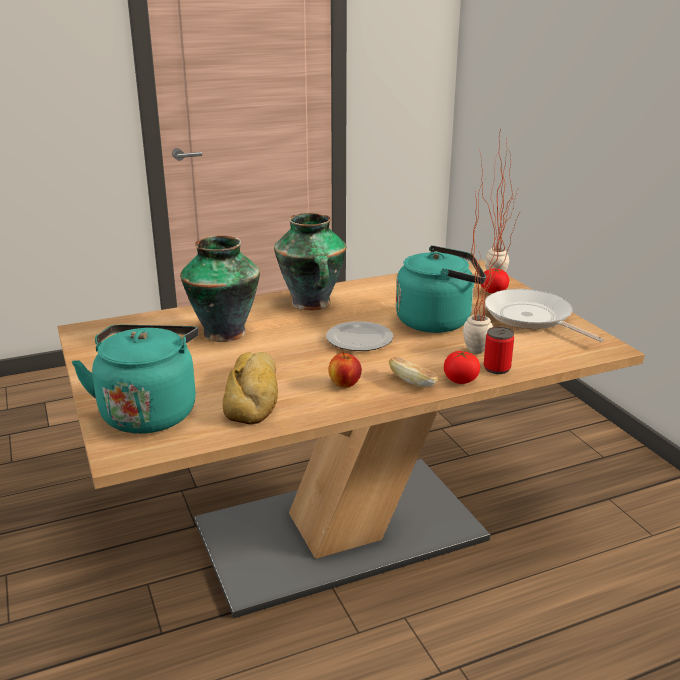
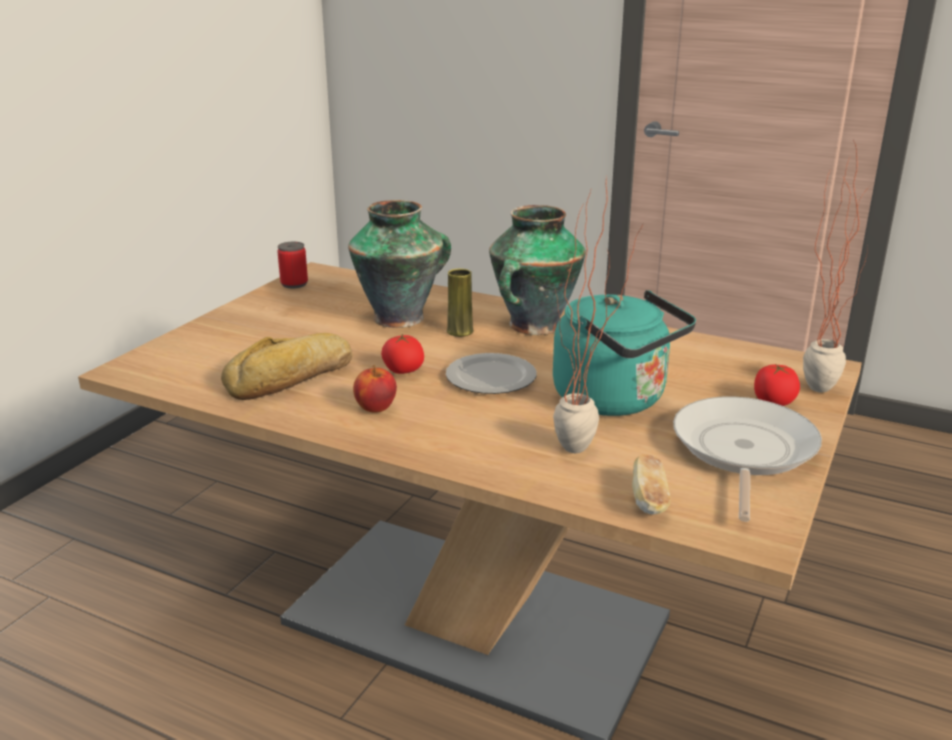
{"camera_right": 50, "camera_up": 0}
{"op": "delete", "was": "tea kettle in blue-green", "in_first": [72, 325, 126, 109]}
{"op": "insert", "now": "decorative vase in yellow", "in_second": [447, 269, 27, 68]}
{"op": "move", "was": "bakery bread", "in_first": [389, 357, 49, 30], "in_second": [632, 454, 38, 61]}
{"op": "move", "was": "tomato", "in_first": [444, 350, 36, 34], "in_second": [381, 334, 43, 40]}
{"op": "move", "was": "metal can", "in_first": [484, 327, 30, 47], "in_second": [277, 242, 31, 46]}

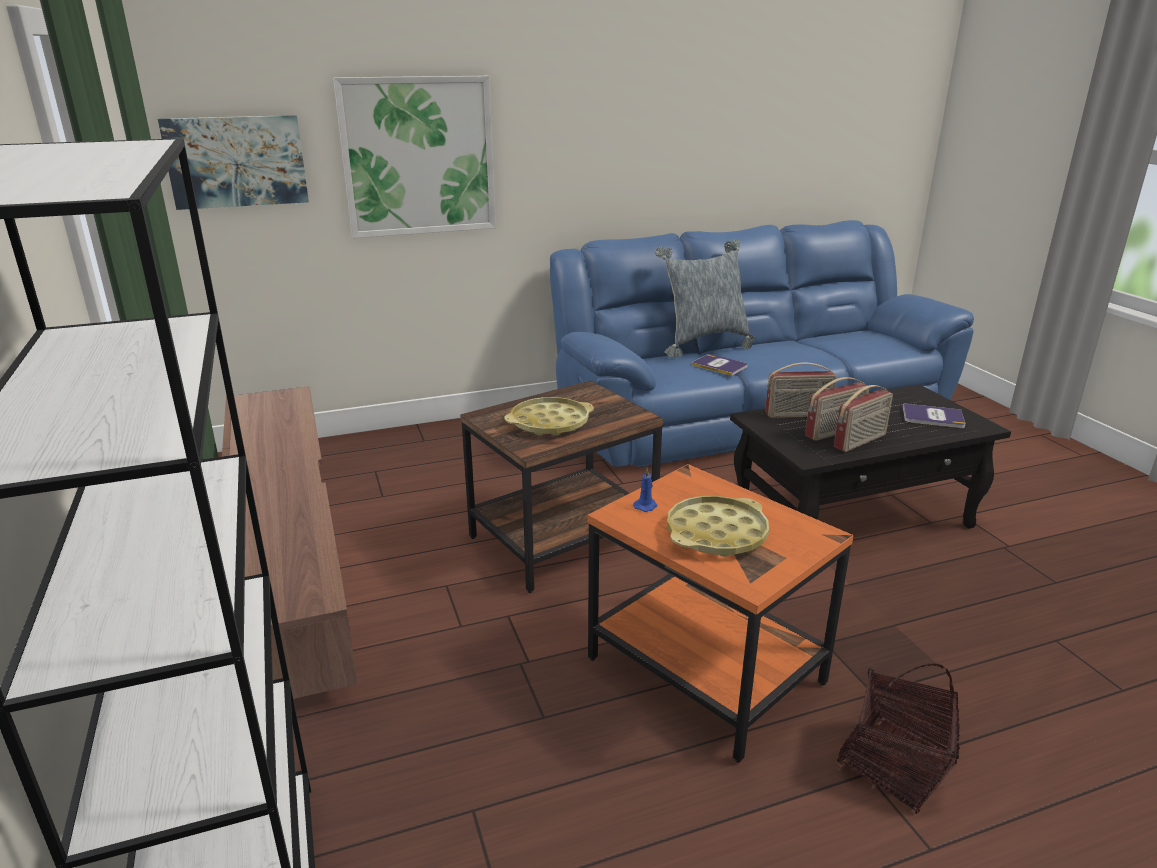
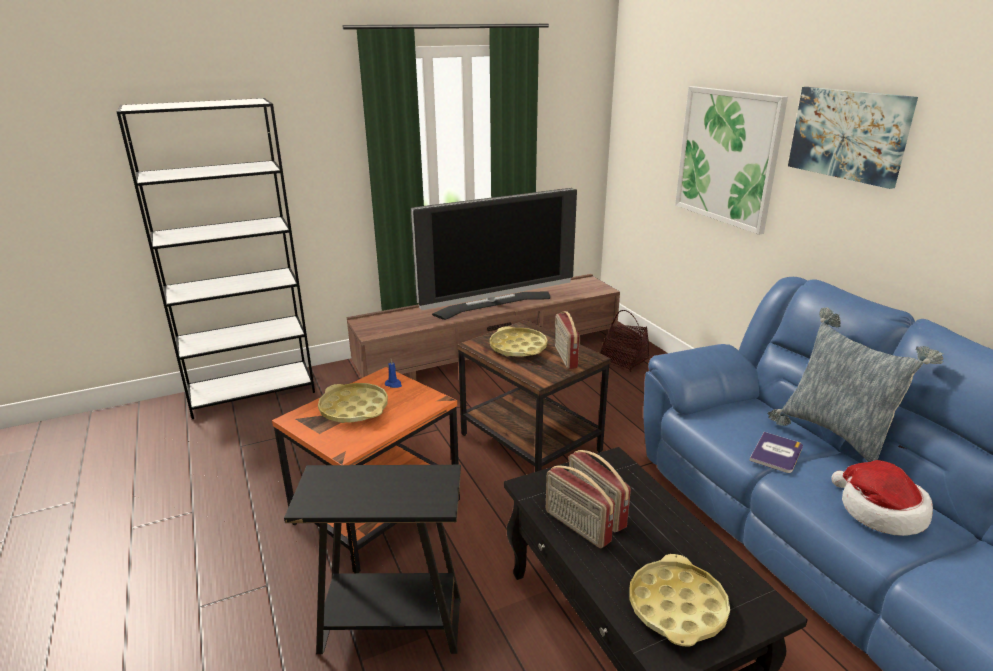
{"camera_right": 85, "camera_up": 0}
{"op": "insert", "now": "side table in black-coloured", "in_second": [284, 465, 177, 189]}
{"op": "insert", "now": "TV", "in_second": [410, 188, 167, 132]}
{"op": "insert", "now": "wearable hat", "in_second": [831, 460, 102, 76]}
{"op": "move", "was": "wall art", "in_first": [158, 115, 151, 95], "in_second": [788, 87, 130, 102]}
{"op": "move", "was": "radio receiver", "in_first": [765, 362, 71, 56], "in_second": [555, 311, 25, 58]}
{"op": "move", "was": "basket", "in_first": [837, 664, 123, 150], "in_second": [600, 310, 49, 62]}
{"op": "replace", "was": "bound book", "now": "tray in yellow", "in_first": [903, 403, 63, 25], "in_second": [629, 554, 101, 93]}

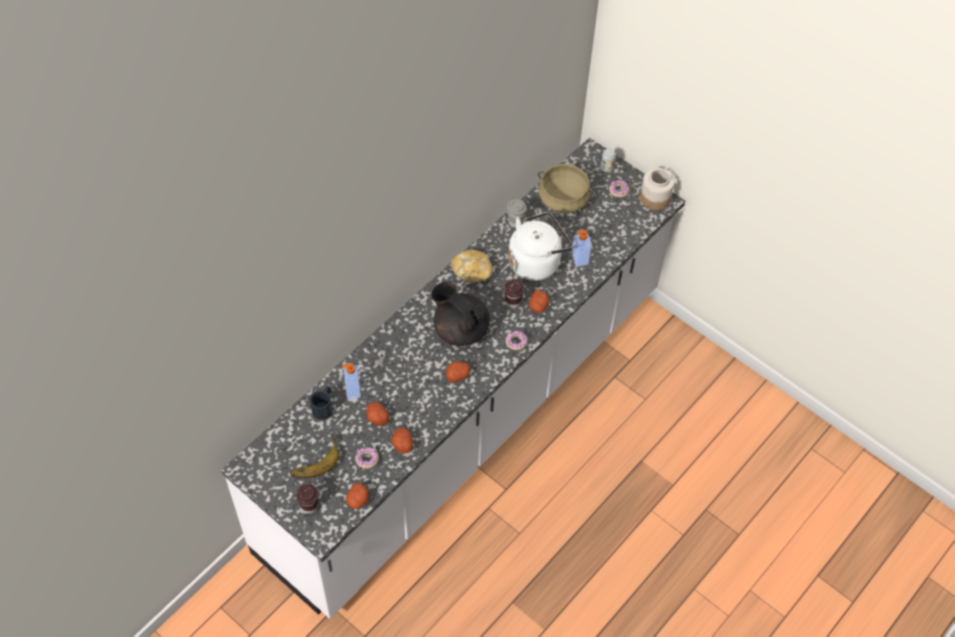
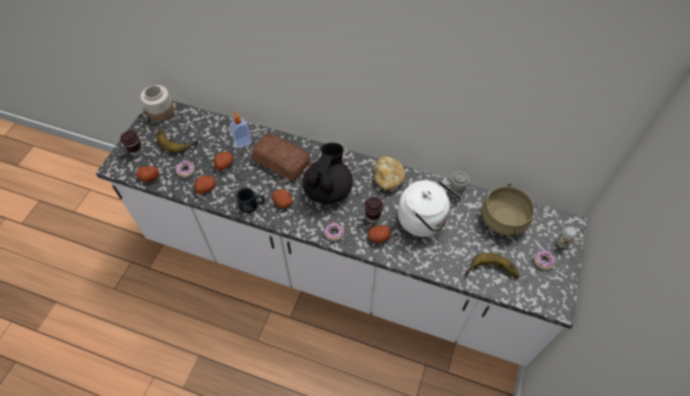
{"camera_right": 70, "camera_up": 0}
{"op": "delete", "was": "liquid soap bottle", "in_first": [572, 230, 19, 37]}
{"op": "insert", "now": "bakery bread", "in_second": [252, 134, 59, 47]}
{"op": "insert", "now": "banana", "in_second": [466, 253, 53, 25]}
{"op": "move", "was": "tea mug in black-coloured", "in_first": [310, 386, 23, 34], "in_second": [236, 188, 29, 25]}
{"op": "move", "was": "storage jar", "in_first": [640, 168, 35, 42], "in_second": [140, 85, 35, 37]}

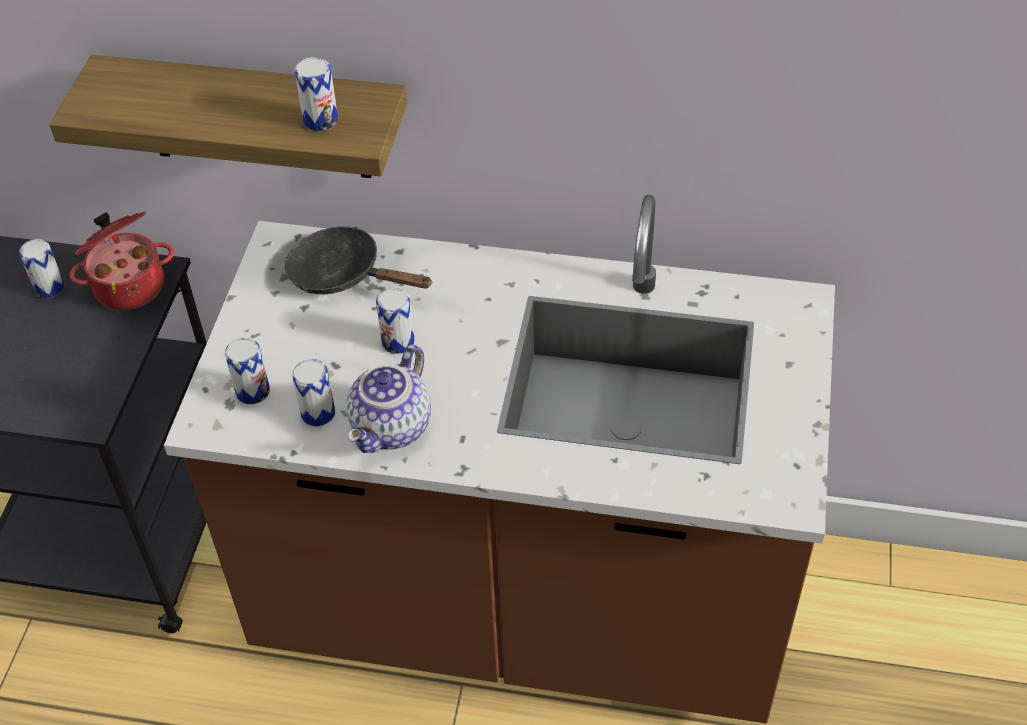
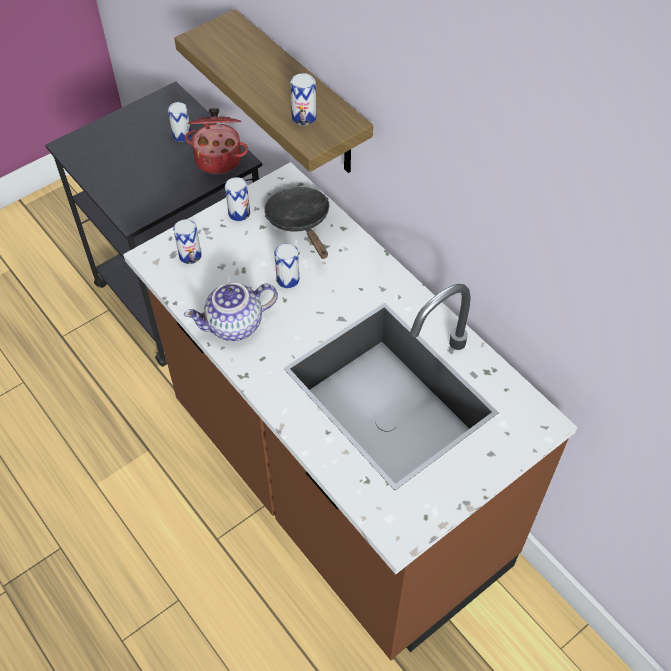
{"camera_right": 40, "camera_up": 5}
{"op": "move", "was": "metal can", "in_first": [292, 359, 43, 67], "in_second": [225, 177, 25, 44]}

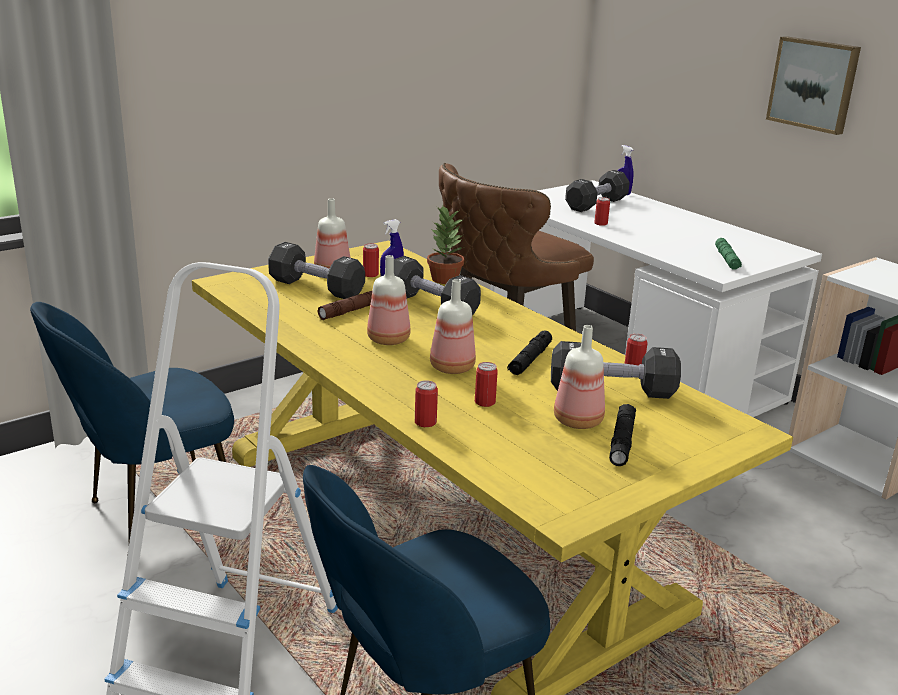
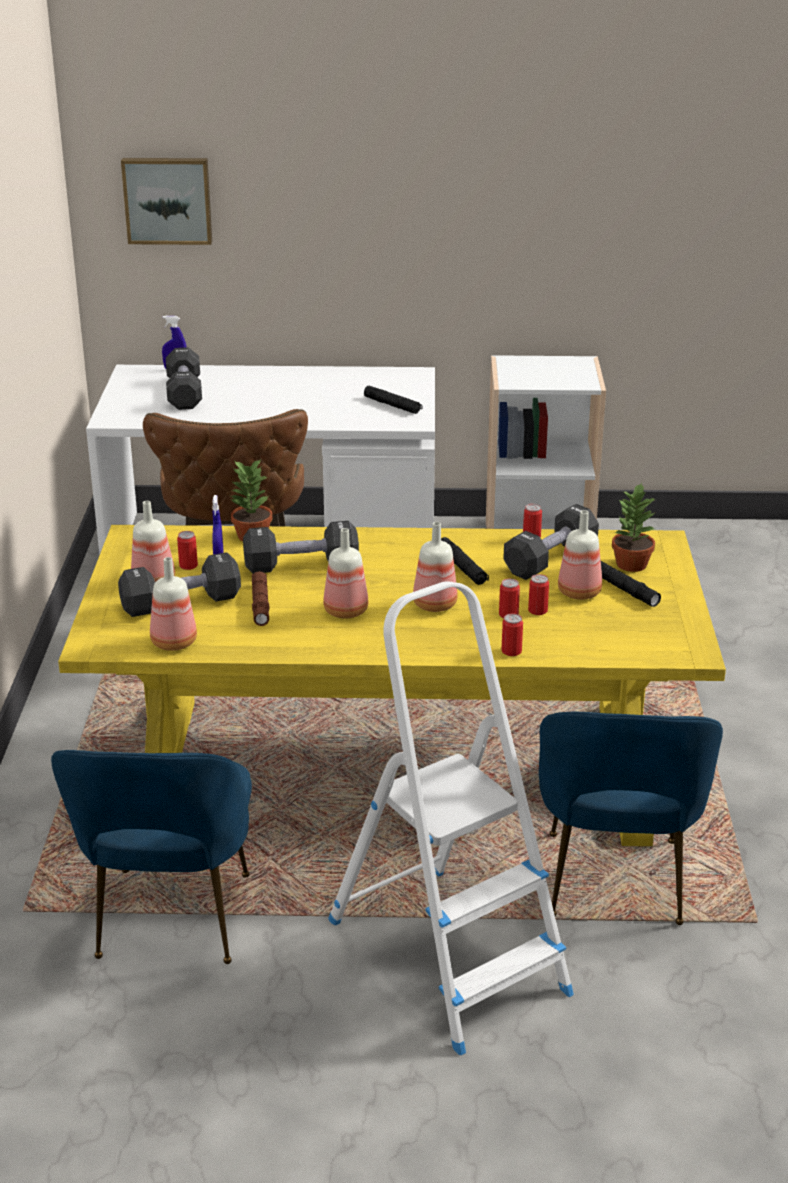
{"camera_right": -50, "camera_up": 5}
{"op": "insert", "now": "bottle", "in_second": [150, 557, 47, 94]}
{"op": "insert", "now": "potted plant", "in_second": [612, 482, 44, 90]}
{"op": "move", "was": "metal can", "in_first": [594, 197, 16, 29], "in_second": [528, 574, 21, 41]}
{"op": "move", "was": "wall art", "in_first": [766, 36, 95, 99], "in_second": [121, 158, 91, 87]}
{"op": "recolor", "was": "flashlight in greenish", "now": "flashlight in black-coloured", "in_first": [715, 238, 27, 32], "in_second": [364, 386, 59, 28]}

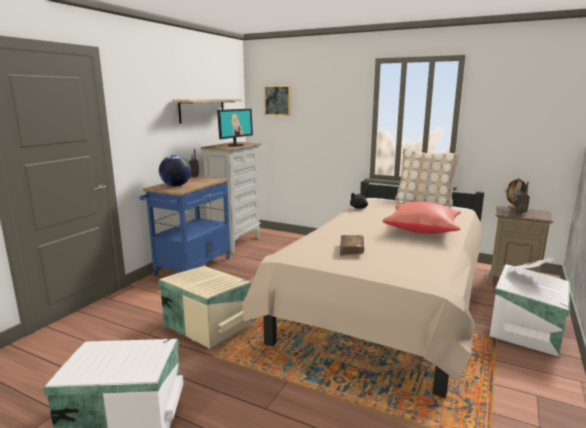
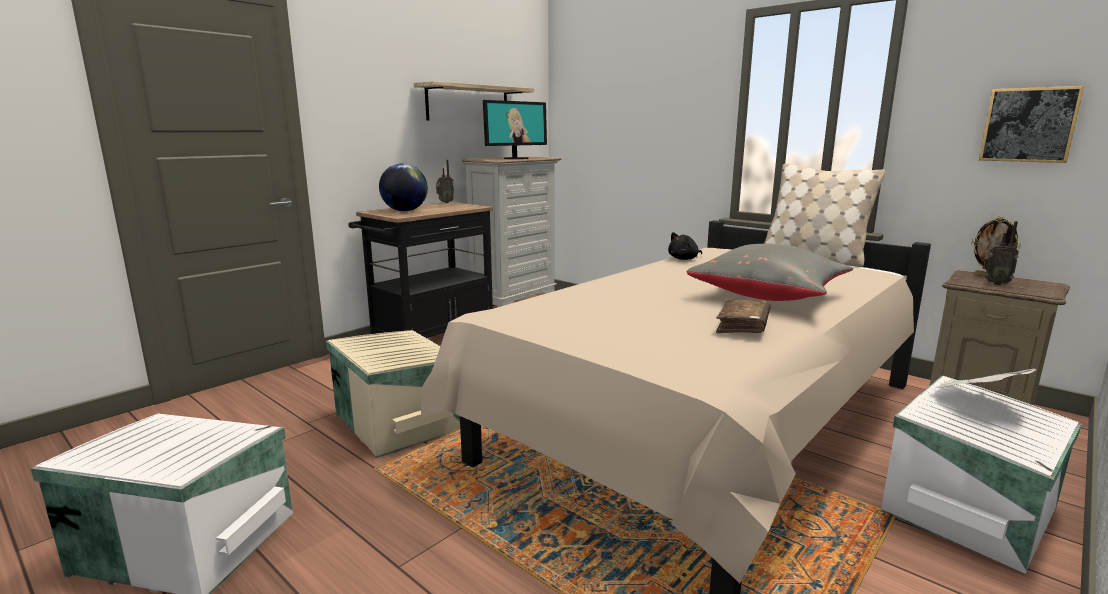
{"camera_right": 15, "camera_up": 0}
{"op": "move", "was": "wall art", "in_first": [264, 85, 26, 30], "in_second": [979, 86, 105, 77]}
{"op": "move", "was": "bound book in brownish", "in_first": [339, 235, 25, 21], "in_second": [716, 299, 55, 34]}
{"op": "recolor", "was": "wheeled cart in blue", "now": "wheeled cart in black-coloured", "in_first": [140, 176, 91, 100], "in_second": [348, 202, 145, 136]}
{"op": "recolor", "was": "pillow in red-coloured", "now": "pillow in greyish", "in_first": [382, 202, 79, 32], "in_second": [686, 244, 167, 57]}

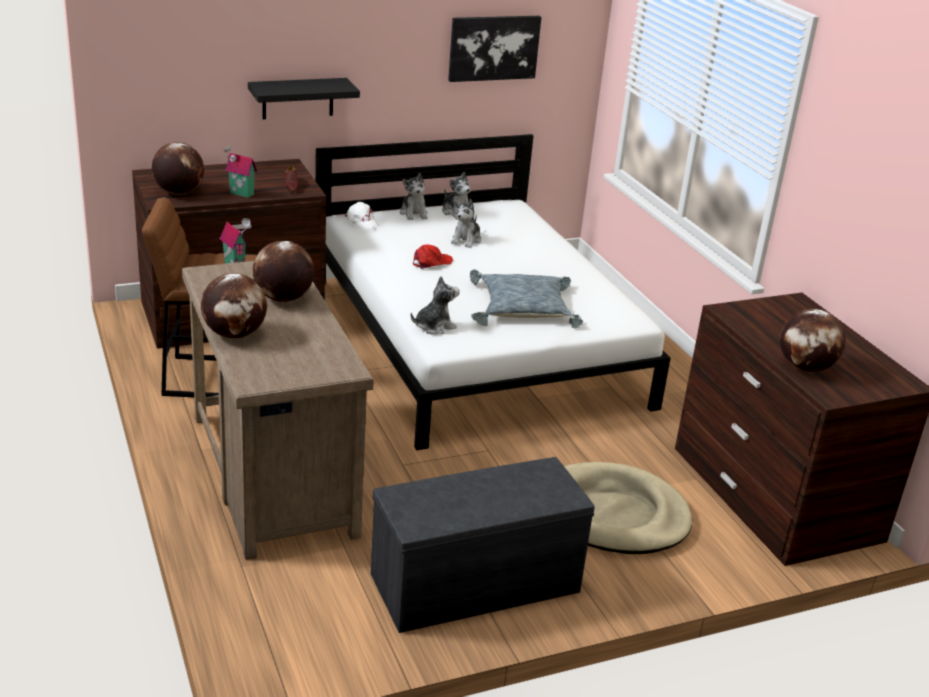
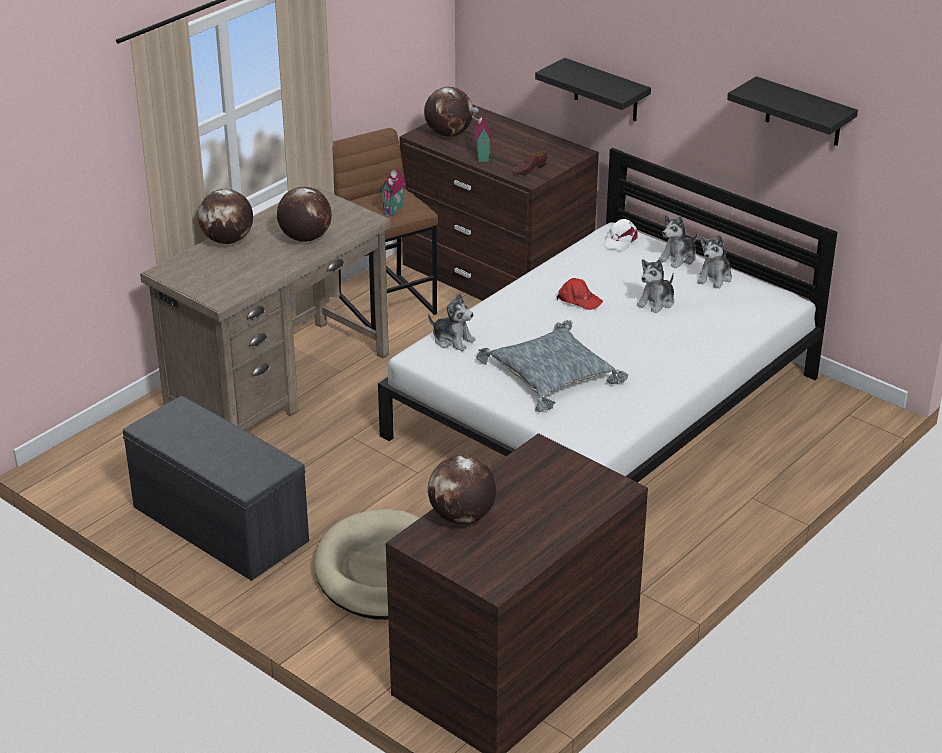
{"camera_right": 65, "camera_up": 5}
{"op": "replace", "was": "wall art", "now": "bracket shelf in black-coloured", "in_first": [448, 16, 93, 66], "in_second": [727, 76, 131, 70]}
{"op": "rotate", "was": "soft toy", "in_first": [451, 199, 30, 49], "in_second": [637, 259, 37, 54], "clockwise": -45}

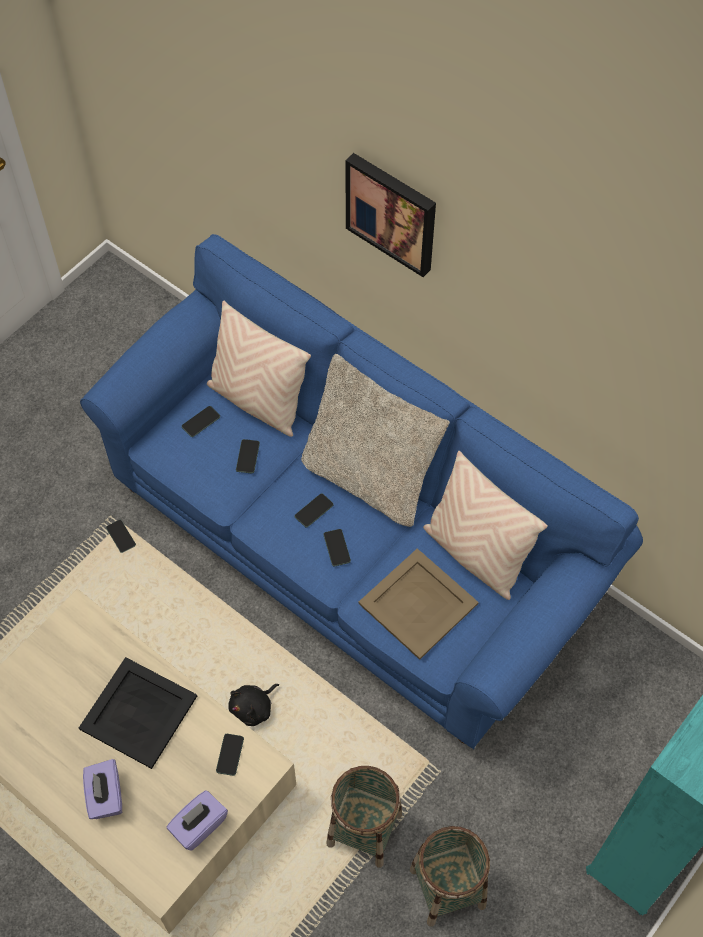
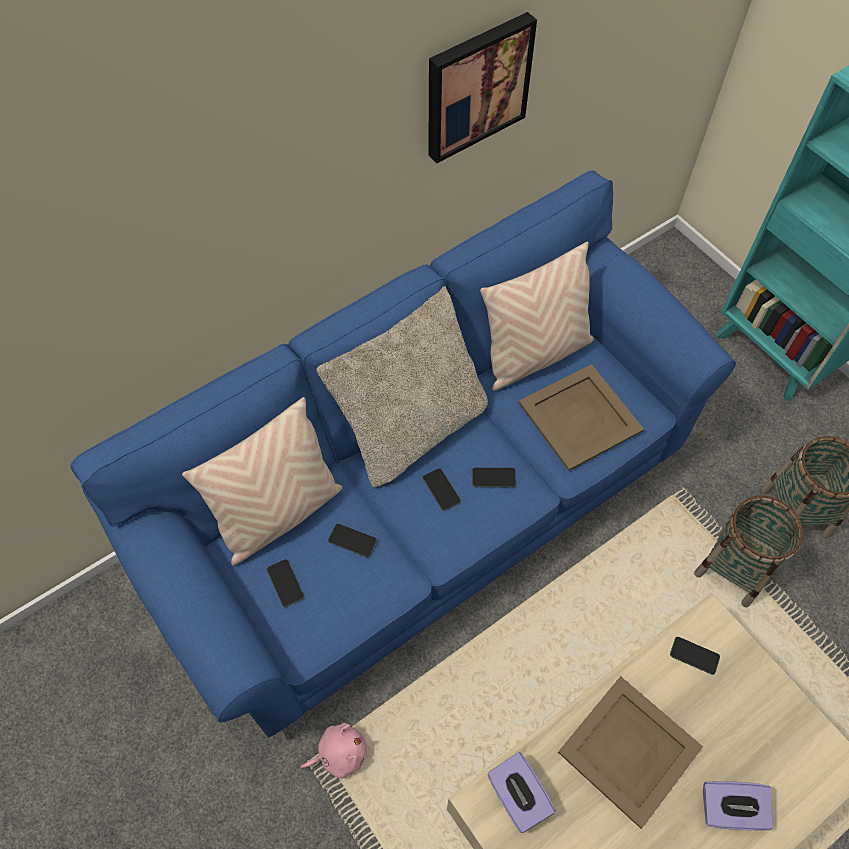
{"camera_right": -75, "camera_up": 0}
{"op": "delete", "was": "soft toy in black-coloured", "in_first": [228, 684, 51, 42]}
{"op": "move", "was": "box of tissues in purple-coloured", "in_first": [167, 790, 61, 60], "in_second": [487, 752, 69, 81]}
{"op": "move", "was": "wall art", "in_first": [345, 153, 91, 124], "in_second": [428, 12, 109, 151]}
{"op": "replace", "was": "telephone", "now": "soft toy in pink-coloured", "in_first": [106, 520, 30, 33], "in_second": [301, 723, 66, 56]}
{"op": "recolor", "was": "tray in black-coloured", "now": "tray in sand-coloured", "in_first": [79, 657, 118, 112], "in_second": [558, 676, 145, 153]}

